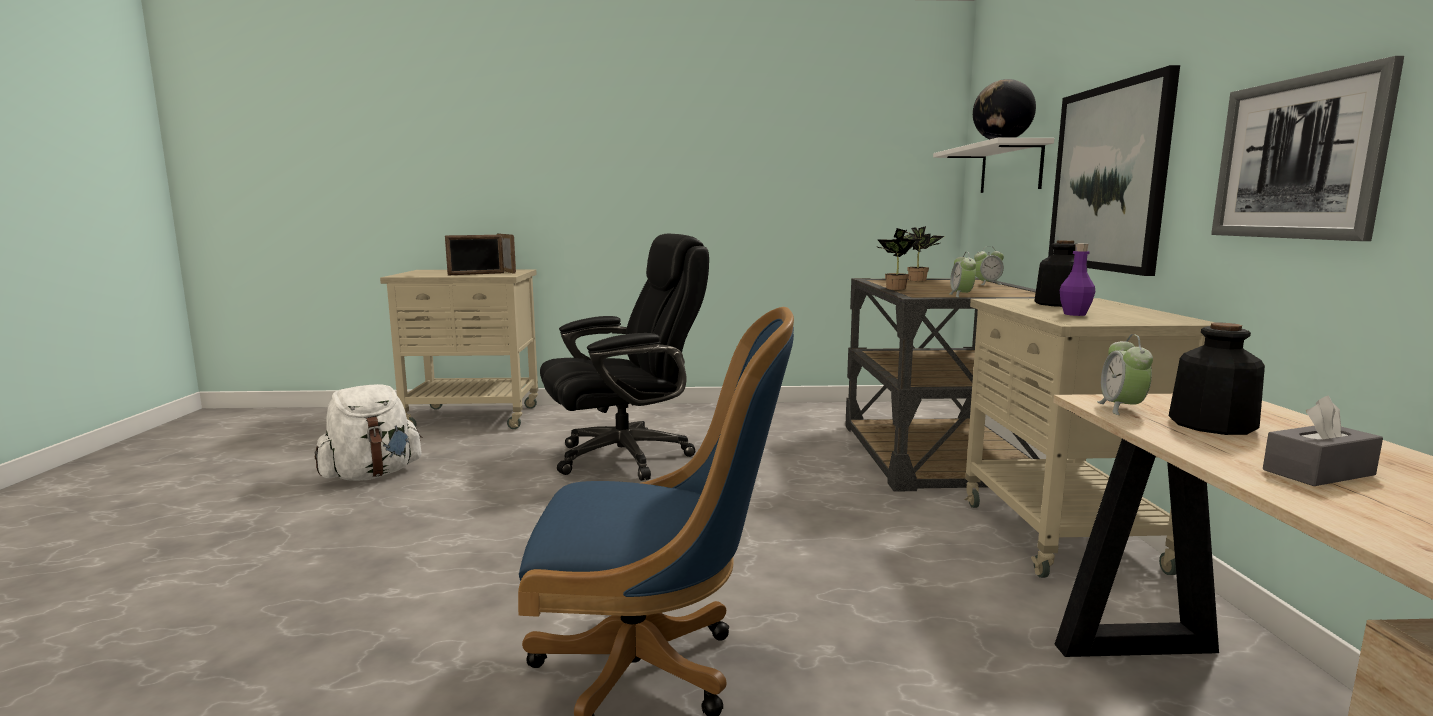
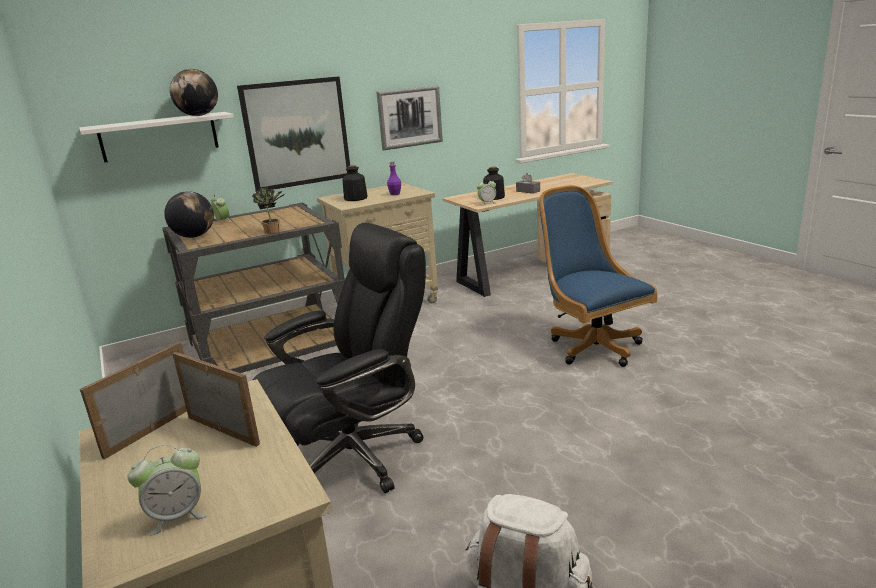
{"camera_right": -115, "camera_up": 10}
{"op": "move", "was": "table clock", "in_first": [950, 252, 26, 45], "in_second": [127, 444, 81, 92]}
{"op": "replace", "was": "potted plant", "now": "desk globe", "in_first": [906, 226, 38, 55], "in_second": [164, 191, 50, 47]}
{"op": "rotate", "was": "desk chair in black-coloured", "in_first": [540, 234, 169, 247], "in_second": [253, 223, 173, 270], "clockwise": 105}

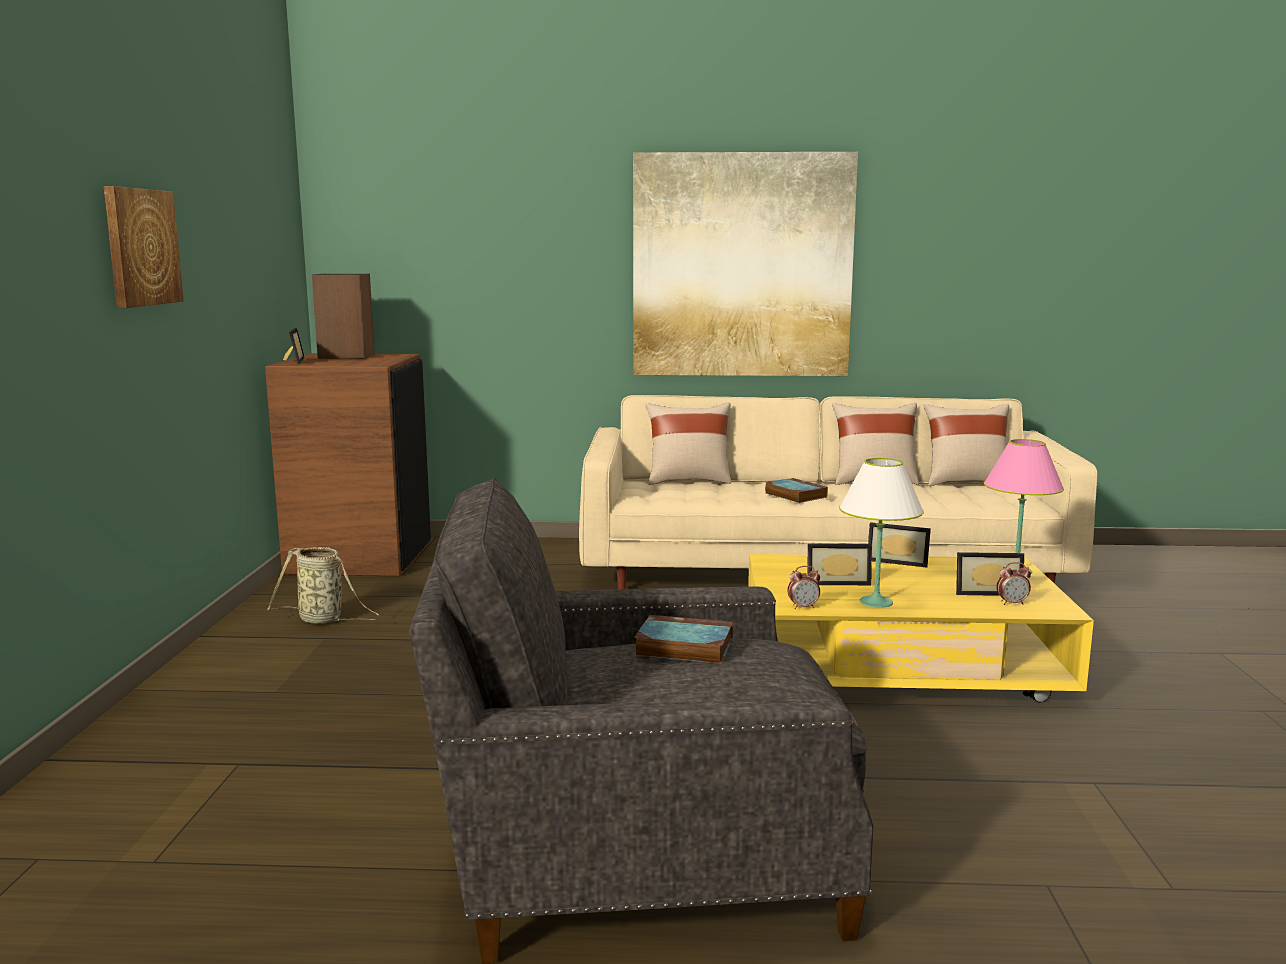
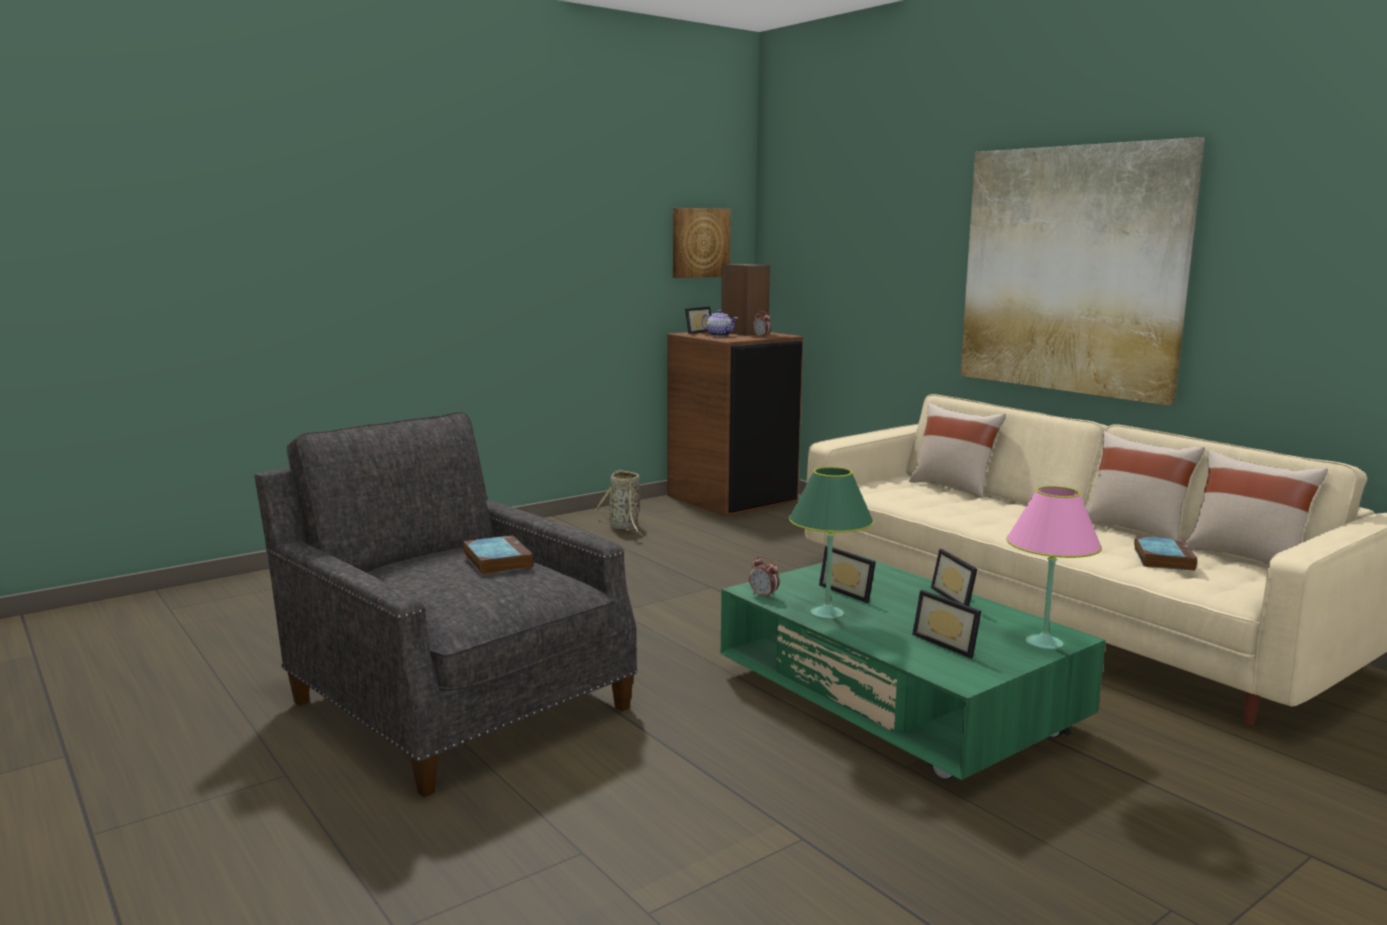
{"camera_right": 50, "camera_up": 0}
{"op": "insert", "now": "tea pot", "in_second": [702, 310, 35, 27]}
{"op": "move", "was": "wall art", "in_first": [104, 186, 80, 122], "in_second": [673, 208, 58, 70]}
{"op": "move", "was": "bound book", "in_first": [765, 478, 63, 25], "in_second": [1134, 536, 63, 35]}
{"op": "move", "was": "table clock", "in_first": [996, 562, 35, 43], "in_second": [753, 311, 18, 27]}
{"op": "recolor", "was": "lounge table in yellow", "now": "lounge table in greenish", "in_first": [748, 554, 346, 149], "in_second": [721, 554, 385, 226]}
{"op": "recolor", "was": "table lamp in white", "now": "table lamp in greenish", "in_first": [839, 458, 85, 150], "in_second": [789, 467, 85, 152]}

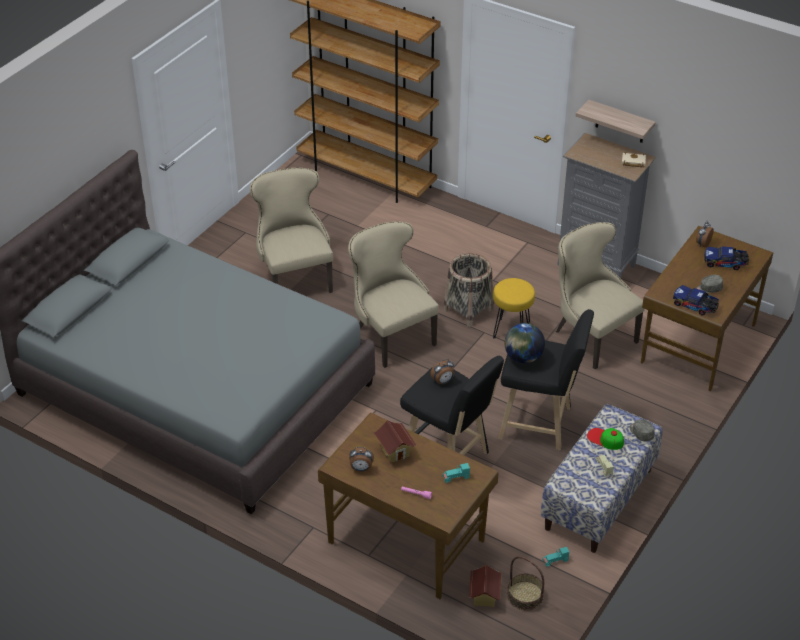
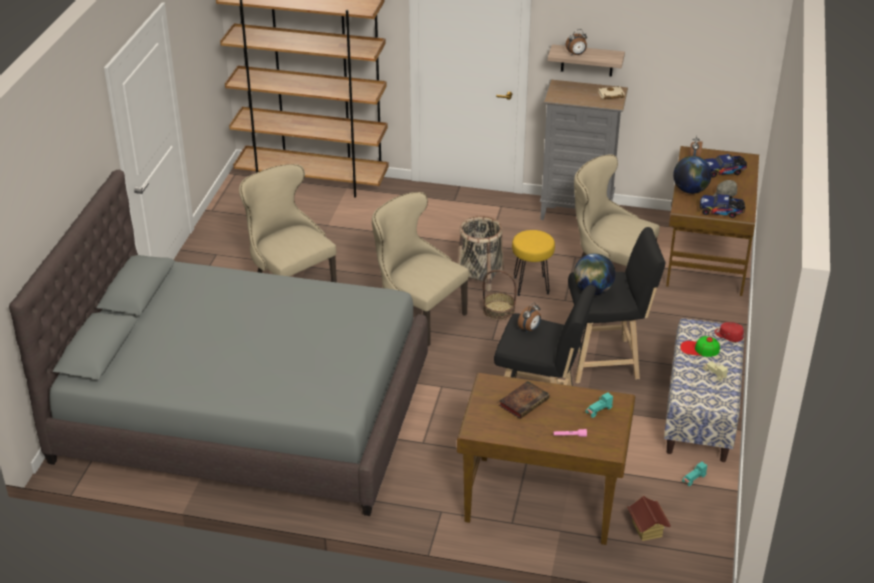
{"camera_right": -20, "camera_up": -5}
{"op": "insert", "now": "desk globe", "in_second": [673, 156, 39, 38]}
{"op": "move", "was": "table clock", "in_first": [349, 447, 25, 25], "in_second": [566, 29, 21, 27]}
{"op": "move", "was": "basket", "in_first": [507, 556, 38, 54], "in_second": [483, 270, 34, 50]}
{"op": "replace", "was": "miniature house", "now": "bound book", "in_first": [374, 420, 42, 43], "in_second": [499, 381, 51, 38]}
{"op": "recolor", "was": "baseball cap in greyish", "now": "baseball cap in red-coloured", "in_first": [630, 420, 25, 22], "in_second": [715, 322, 29, 20]}

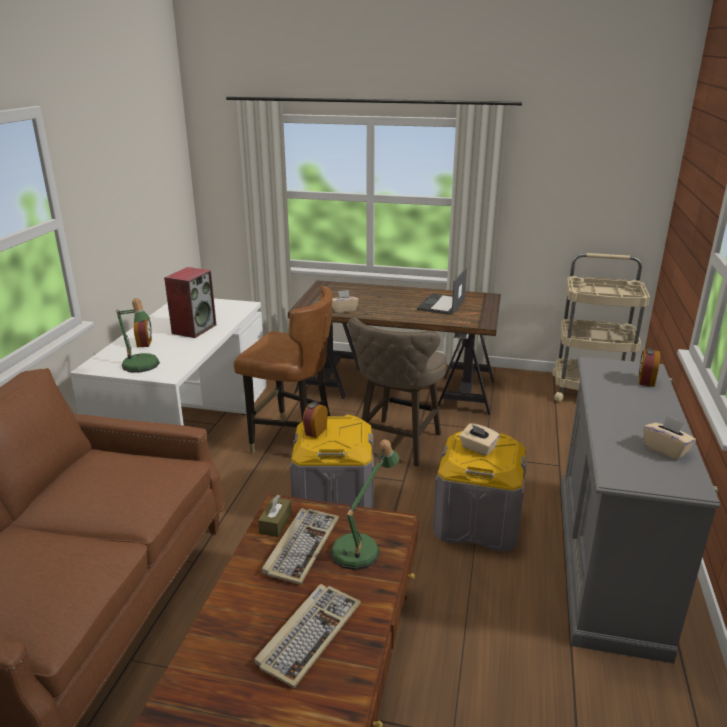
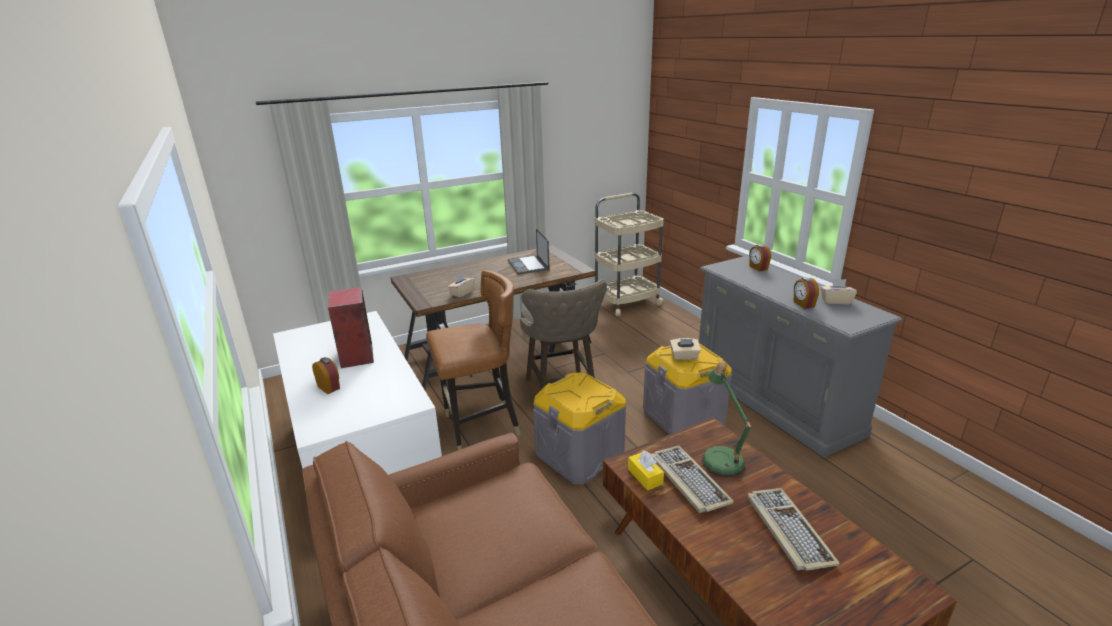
{"camera_right": -40, "camera_up": 0}
{"op": "delete", "was": "table lamp", "in_first": [117, 298, 43, 75]}
{"op": "move", "was": "table clock", "in_first": [303, 402, 25, 36], "in_second": [793, 277, 26, 32]}
{"op": "recolor", "was": "box of tissues in brownish", "now": "box of tissues in yellow", "in_first": [258, 495, 34, 42], "in_second": [628, 450, 36, 40]}

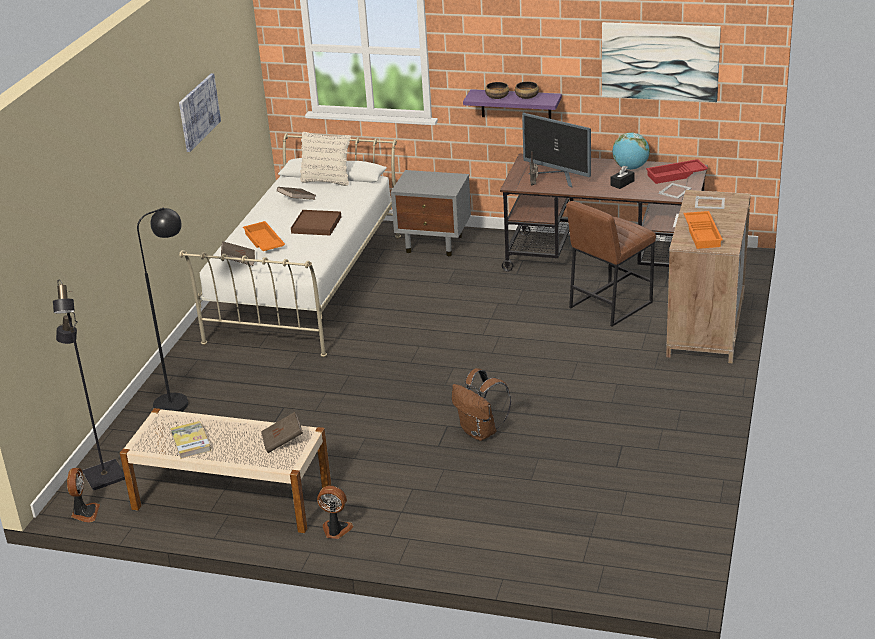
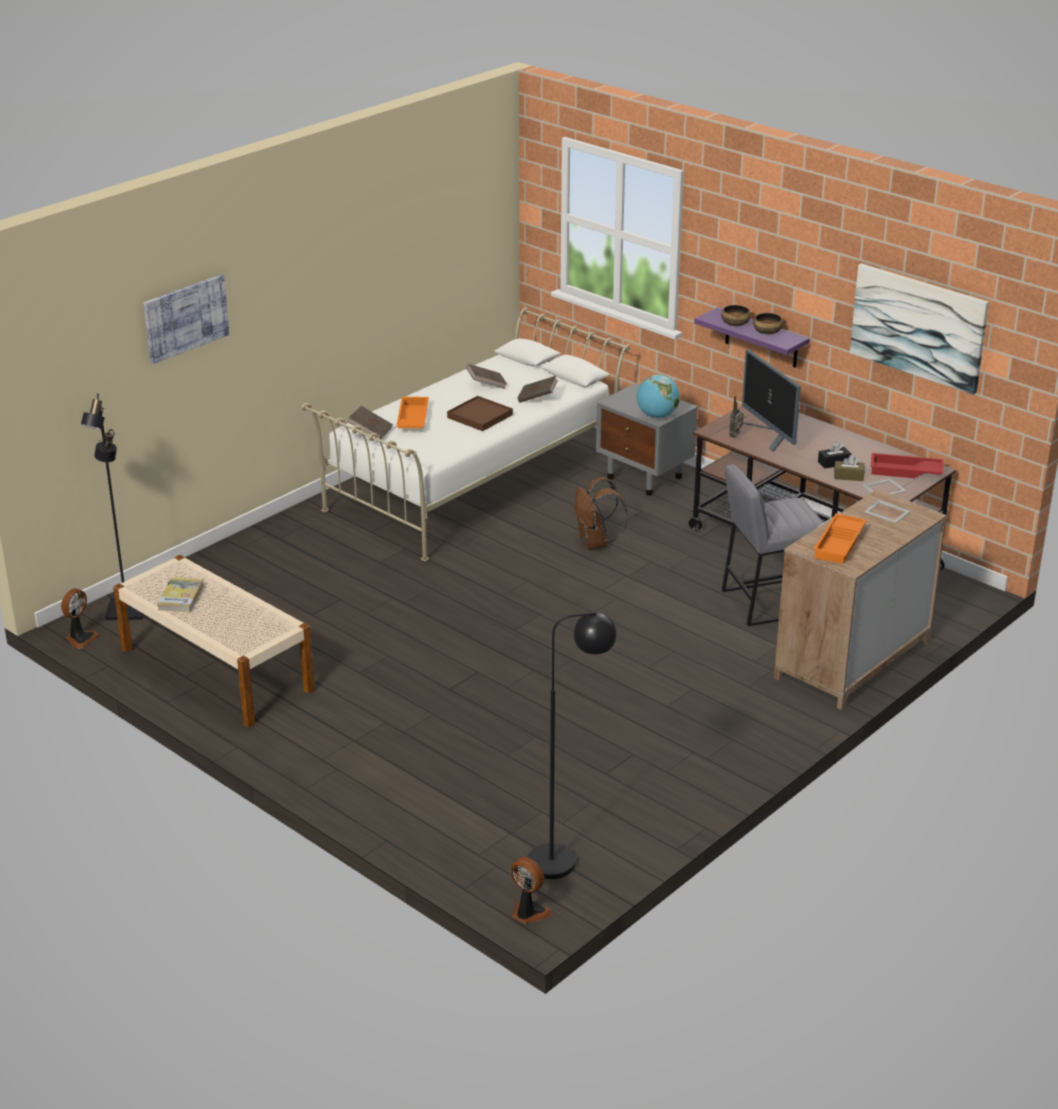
{"camera_right": 25, "camera_up": 0}
{"op": "delete", "was": "pillow in sand-coloured", "in_first": [300, 132, 51, 54]}
{"op": "insert", "now": "box of tissues in brownish", "in_second": [834, 455, 31, 26]}
{"op": "move", "was": "standing lamp in black-coloured", "in_first": [137, 208, 51, 204], "in_second": [528, 612, 88, 267]}
{"op": "move", "was": "wall art", "in_first": [179, 73, 42, 79], "in_second": [144, 274, 85, 90]}
{"op": "move", "was": "bound book in brownish", "in_first": [261, 412, 42, 41], "in_second": [518, 376, 40, 27]}
{"op": "move", "was": "fan", "in_first": [317, 486, 36, 53], "in_second": [510, 857, 42, 67]}
{"op": "move", "was": "backpack in brownish", "in_first": [452, 368, 59, 73], "in_second": [574, 477, 54, 72]}
{"op": "move", "was": "desk globe", "in_first": [612, 132, 38, 38], "in_second": [636, 375, 44, 43]}
{"op": "recolor", "was": "upright chair in brownish", "now": "upright chair in greyish", "in_first": [566, 201, 90, 126], "in_second": [722, 464, 102, 162]}

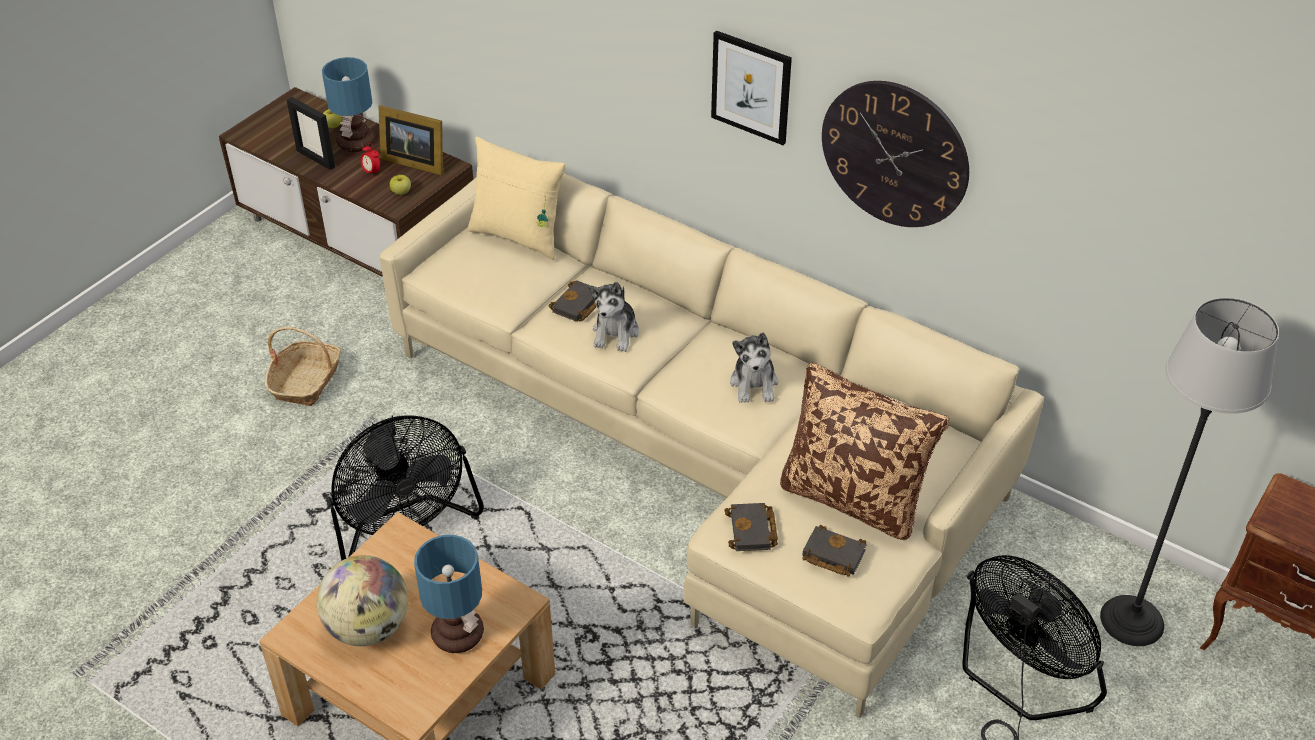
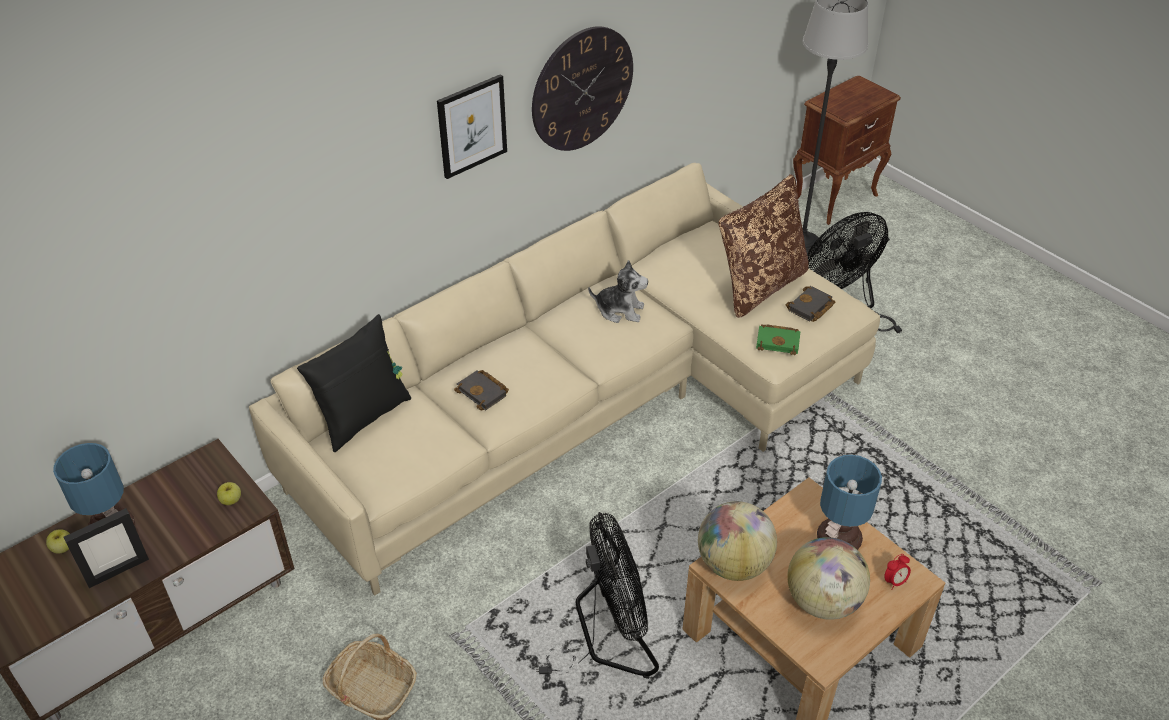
{"camera_right": -75, "camera_up": 0}
{"op": "delete", "was": "standing frame", "in_first": [378, 105, 65, 70]}
{"op": "delete", "was": "soft toy", "in_first": [589, 282, 50, 70]}
{"op": "insert", "now": "desk globe", "in_second": [698, 501, 79, 80]}
{"op": "move", "was": "table clock", "in_first": [360, 143, 20, 35], "in_second": [884, 554, 27, 36]}
{"op": "recolor", "was": "pillow in sand-coloured", "now": "pillow in black-coloured", "in_first": [467, 137, 98, 123], "in_second": [297, 314, 114, 138]}
{"op": "recolor", "was": "bound book in black-coloured", "now": "bound book in greenish", "in_first": [725, 503, 53, 48], "in_second": [756, 324, 44, 31]}

